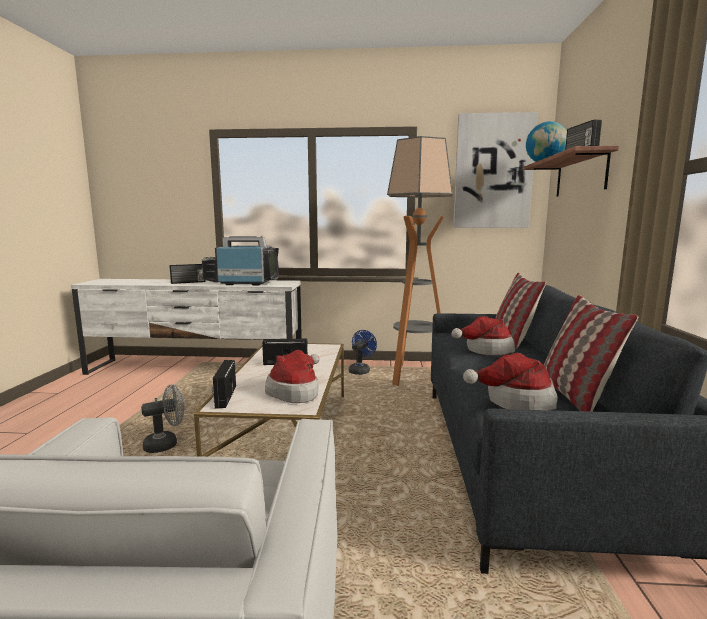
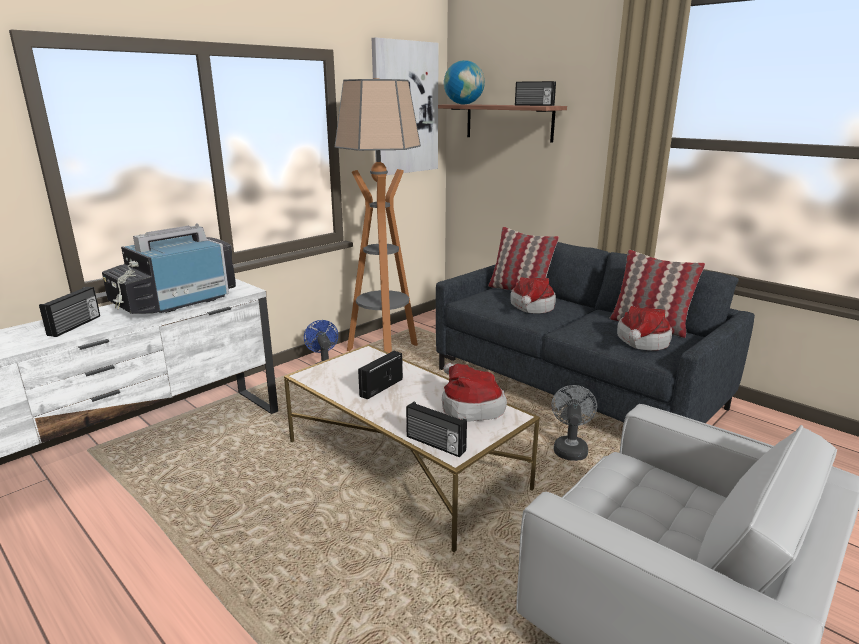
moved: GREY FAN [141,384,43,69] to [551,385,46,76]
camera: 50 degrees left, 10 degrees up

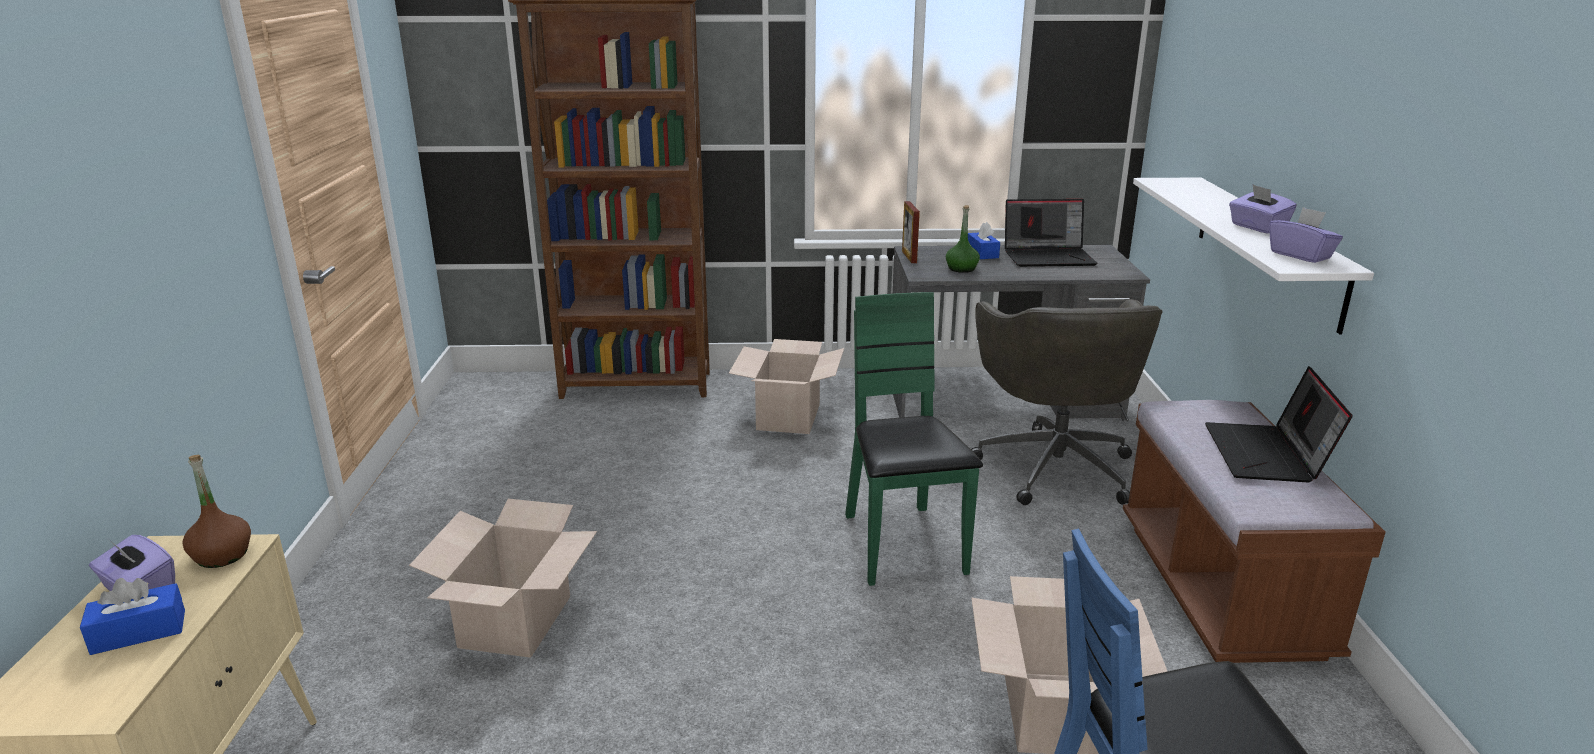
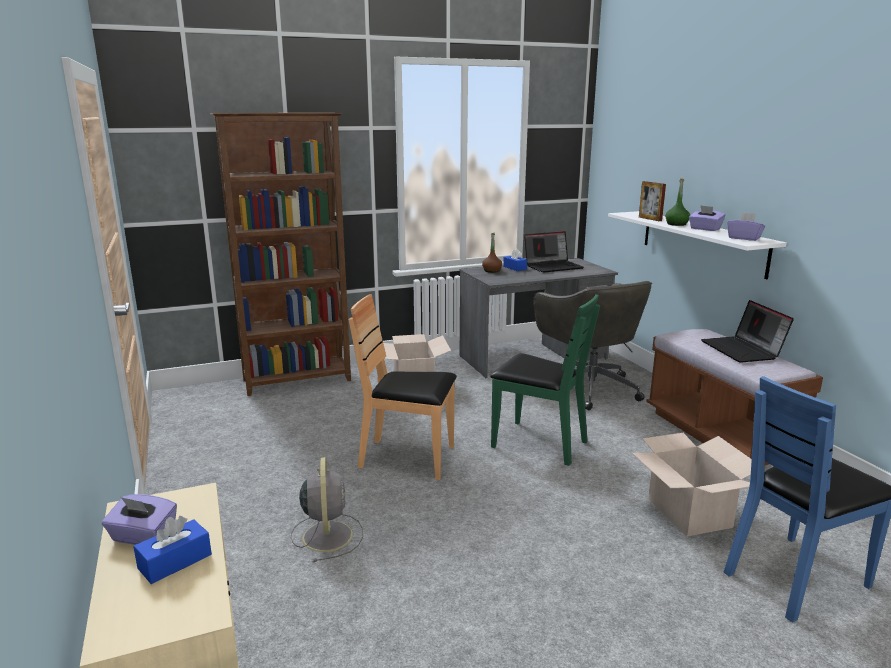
added: BROWN CHAIR [349,294,108,186]
moved: BROWN BOTTLE [182,455,69,113] to [482,233,20,40]; PICTURE FRAME [902,201,18,62] to [639,181,27,40]; GREEN BOTTLE [946,205,34,68] to [665,178,25,48]
replaced: CARDBOARD BOX [409,499,188,159] to GREY FAN [291,457,72,105]
turned: GREEN CHAIR [845,292,138,294] = [490,294,110,172] 150 degrees clockwise
camera: 20 degrees left, 5 degrees down

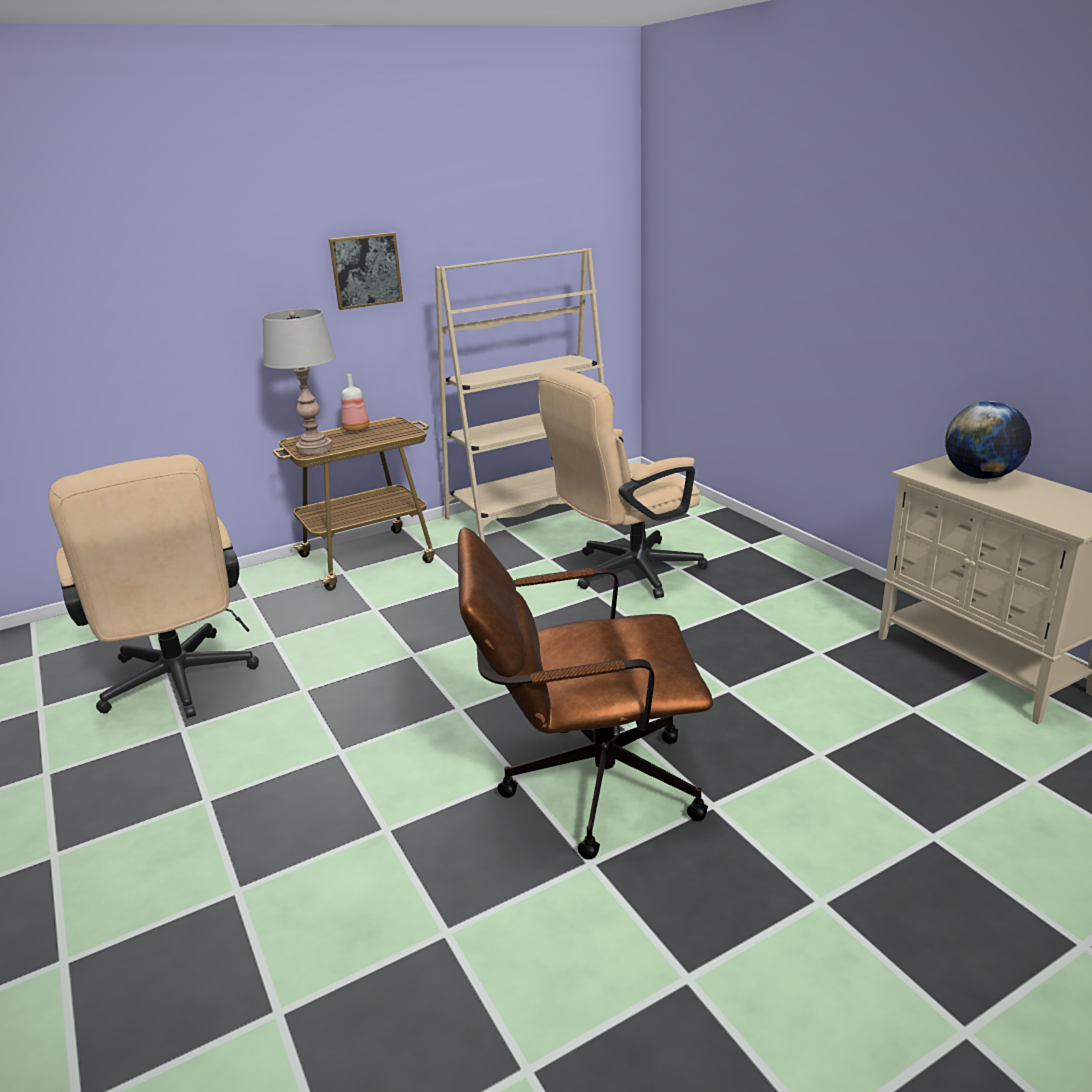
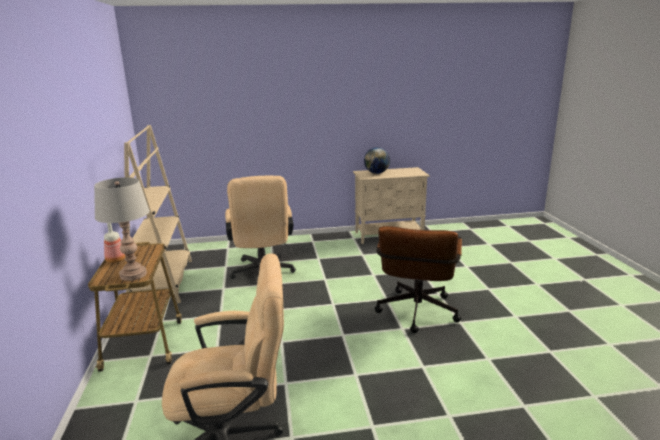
removed: PICTURE [329,232,74,78]
camera: 70 degrees left, 5 degrees down

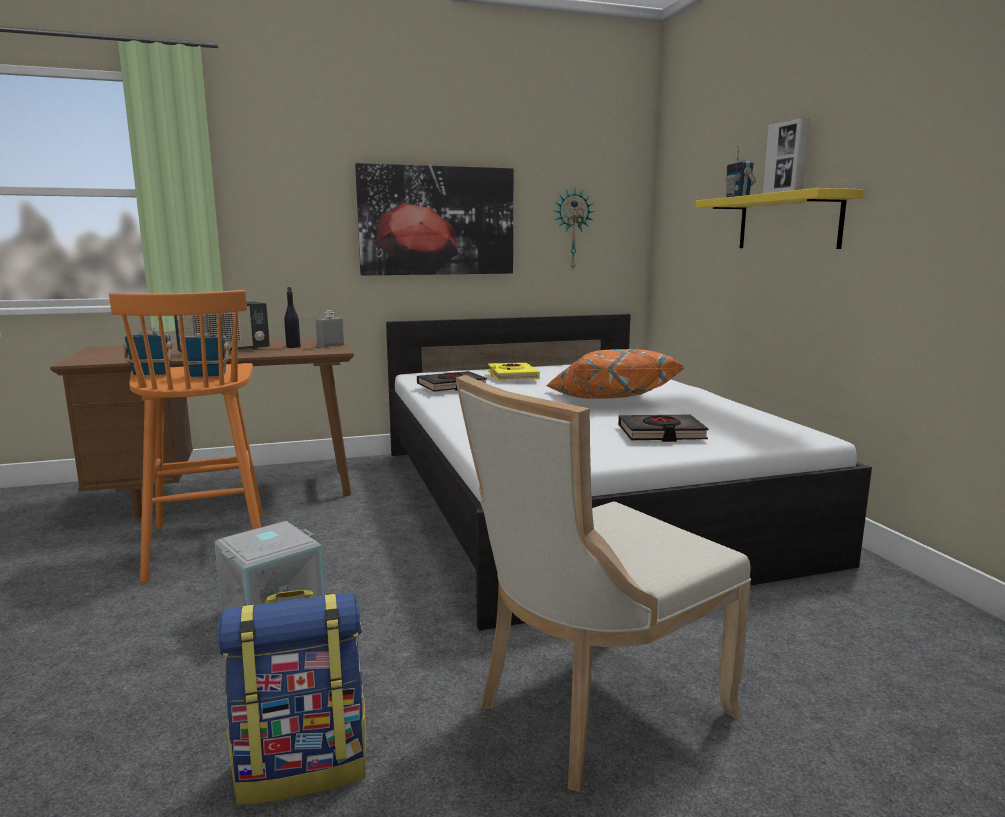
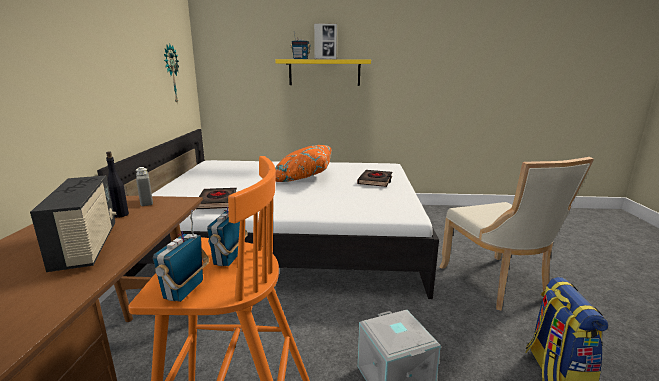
removed: PICTURE [355,163,158,112]; YELLOW BOOK [488,363,52,18]
camera: 70 degrees left, 5 degrees up

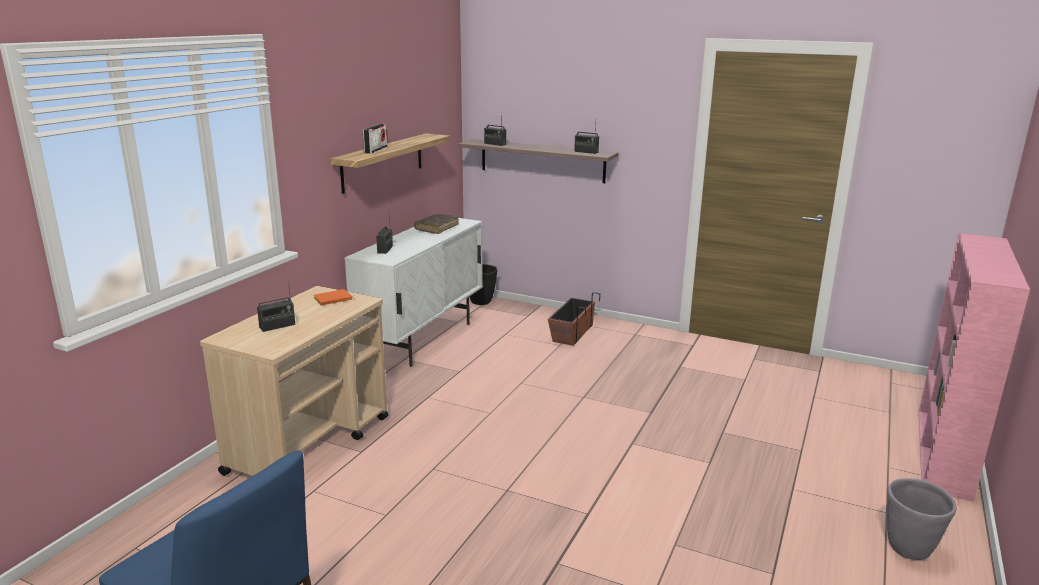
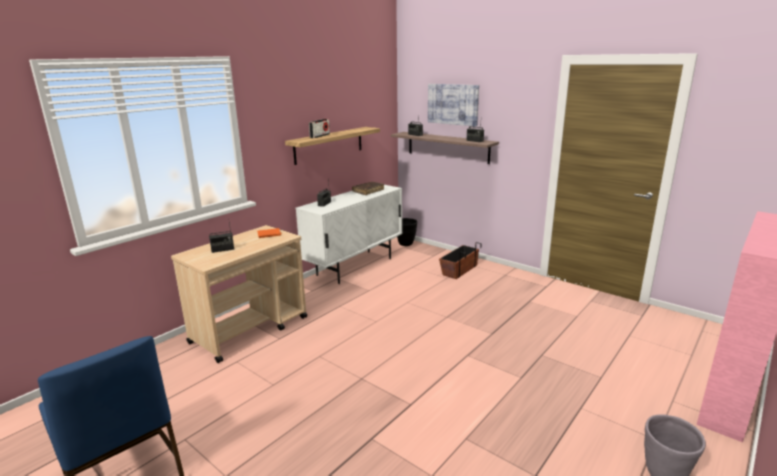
added: PICTURE [428,84,51,43]
camera: 15 degrees right, 0 degrees up

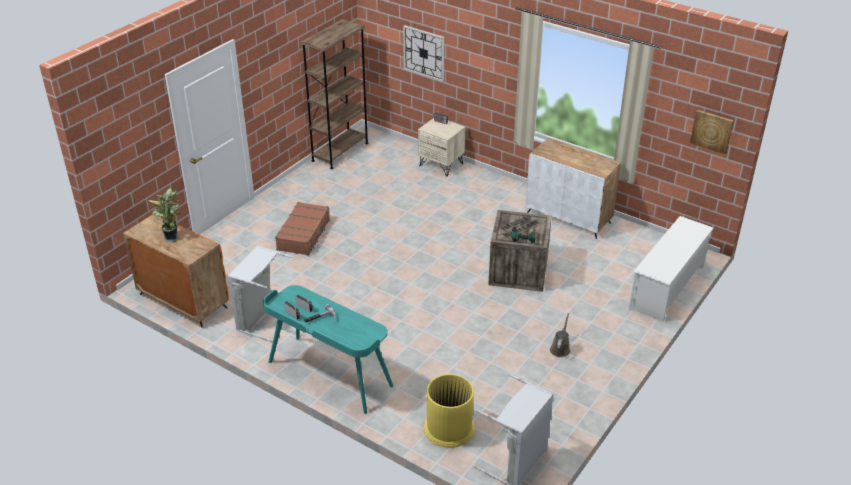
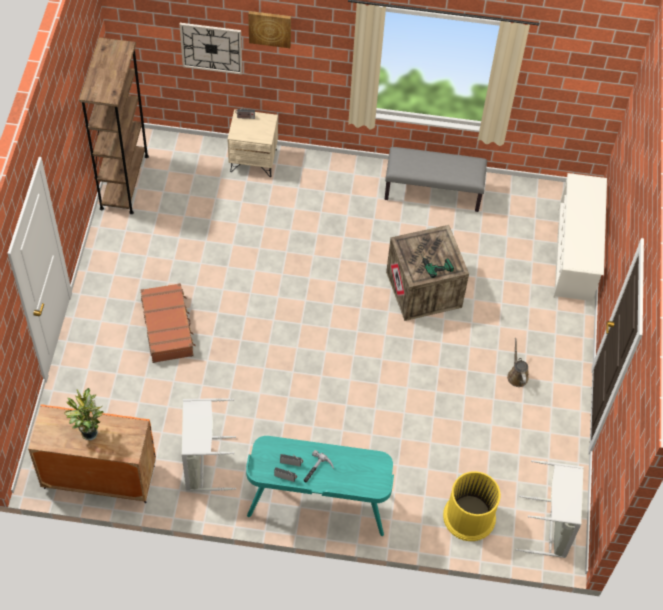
moved: PICTURE [690,110,44,44] to [248,11,43,37]
replaced: WHITE CABINET [526,138,95,101] to GREY BENCH [385,147,102,65]
camera: 30 degrees left, 20 degrees up

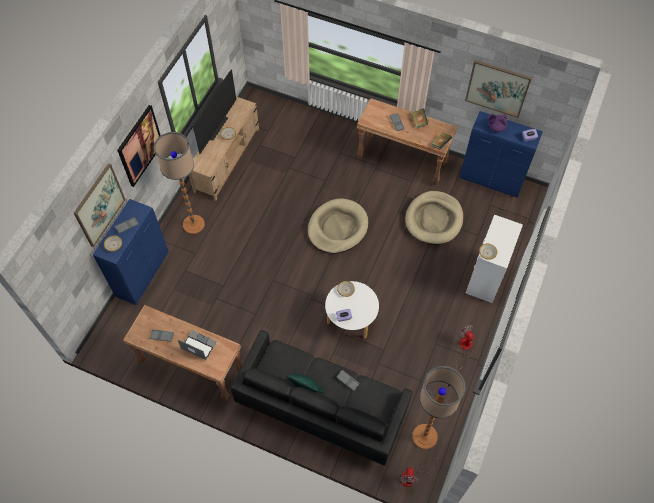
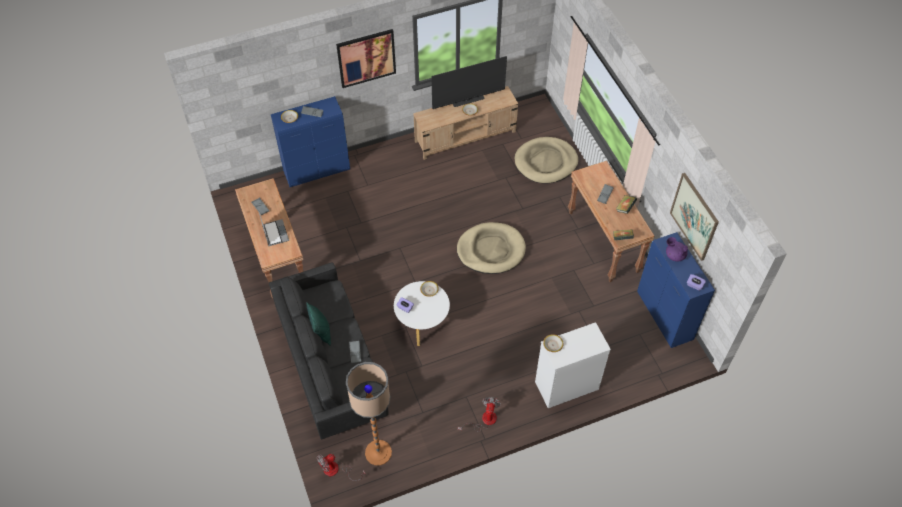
removed: PICTURE [74,163,52,84]; FLOOR LAMP [154,132,51,102]
moved: BEIGE DOG BED [405,191,58,53] to [515,137,63,47]
camera: 45 degrees right, 5 degrees down

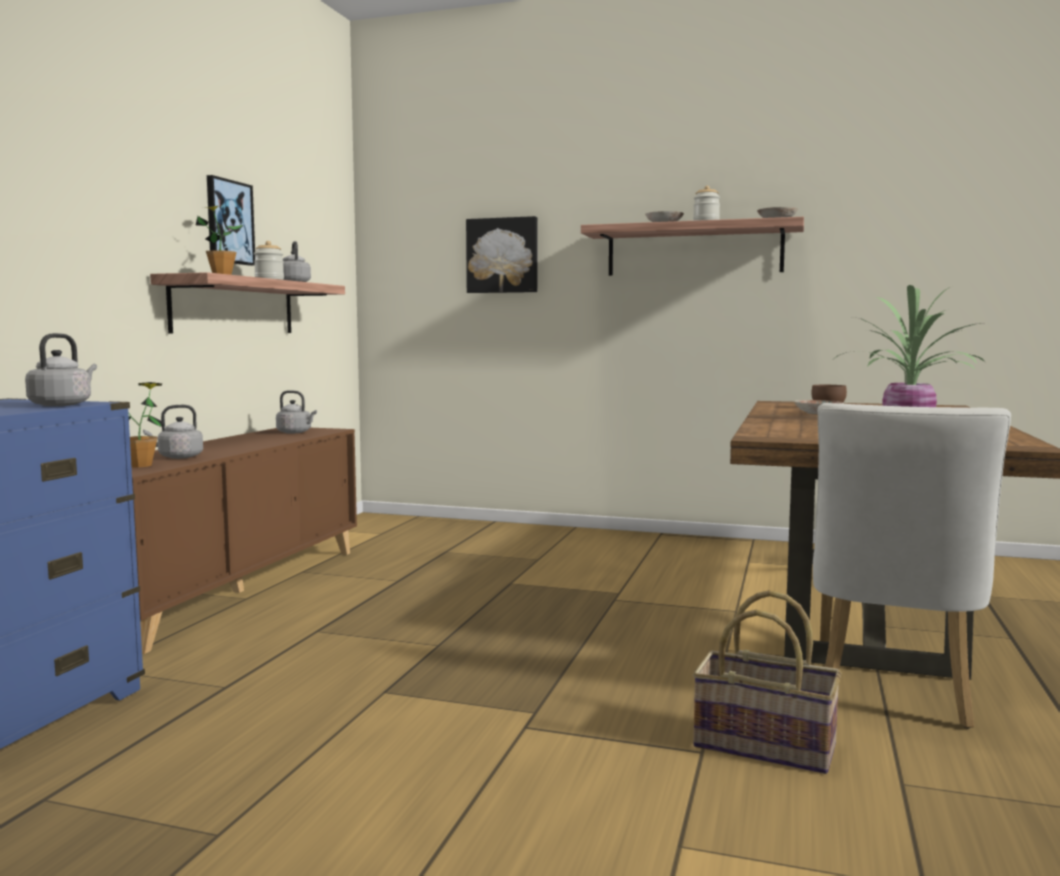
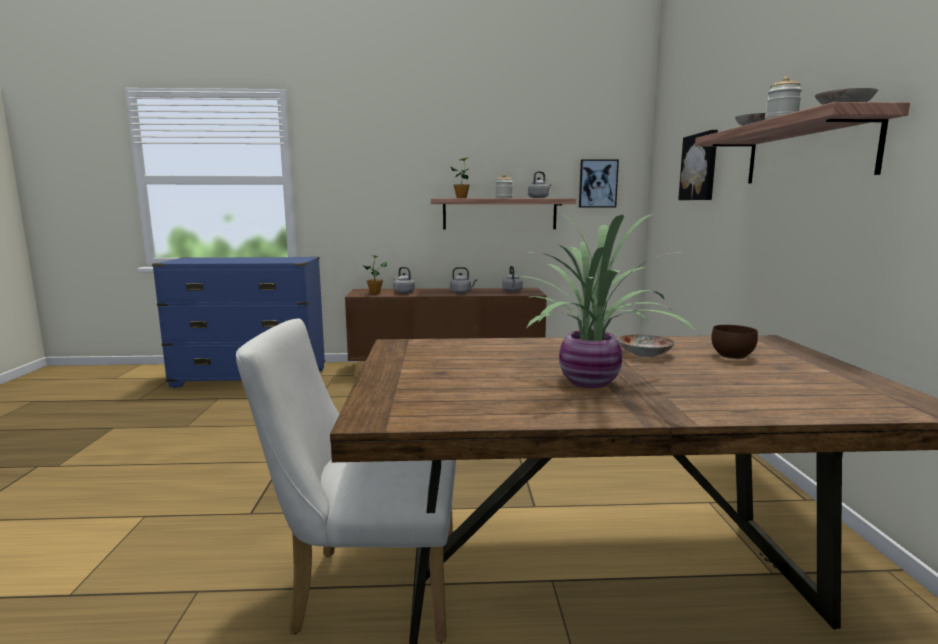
removed: BASKET [693,590,149,184]
moved: GREY KETTLE [25,333,72,73] to [450,267,27,27]; PICTURE [207,175,48,91] to [579,159,40,49]
camera: 70 degrees right, 5 degrees up

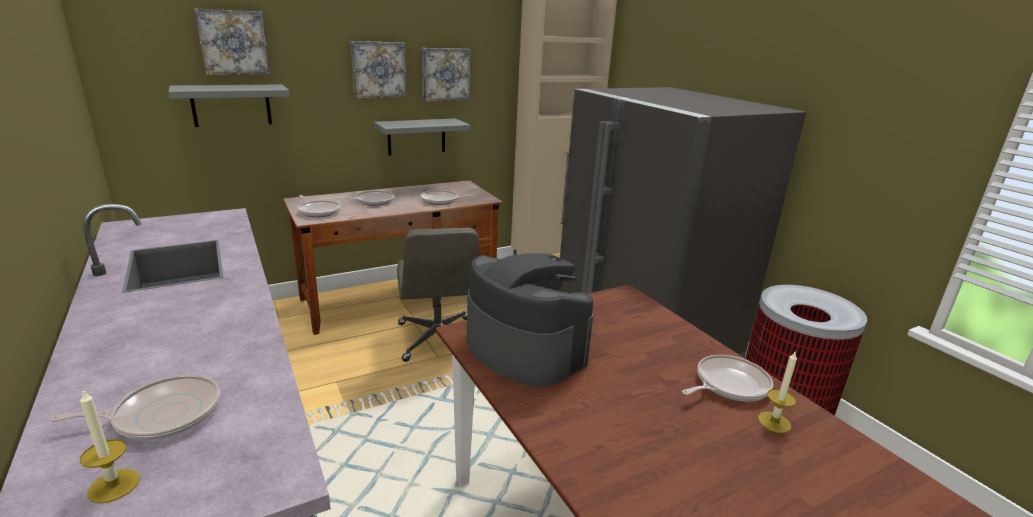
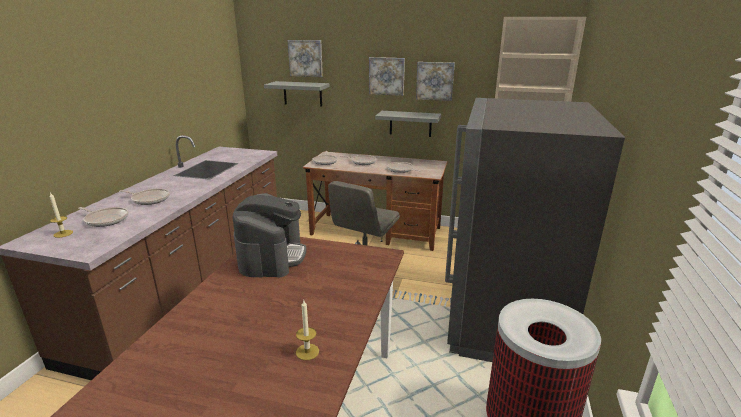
moved: FRYING PAN [682,355,91,47] to [119,189,51,16]
camera: 45 degrees right, 0 degrees up

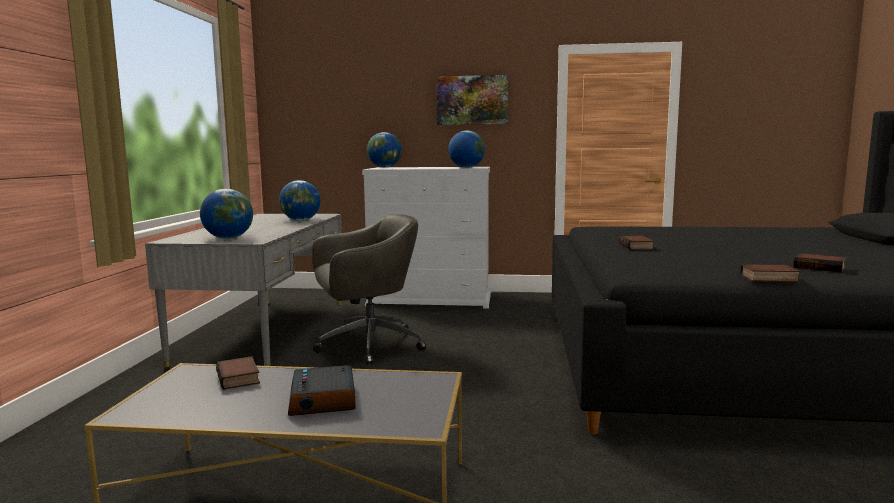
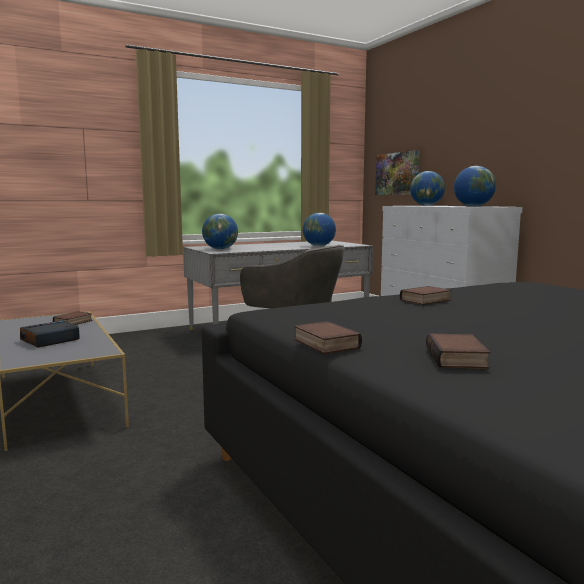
moved: PICTURE [437,75,71,50] to [375,150,44,45]
camera: 55 degrees right, 0 degrees up

